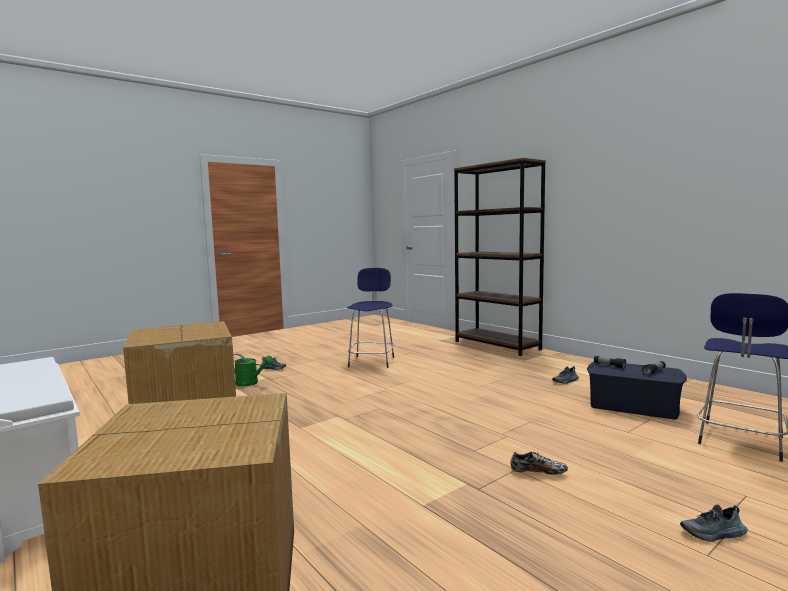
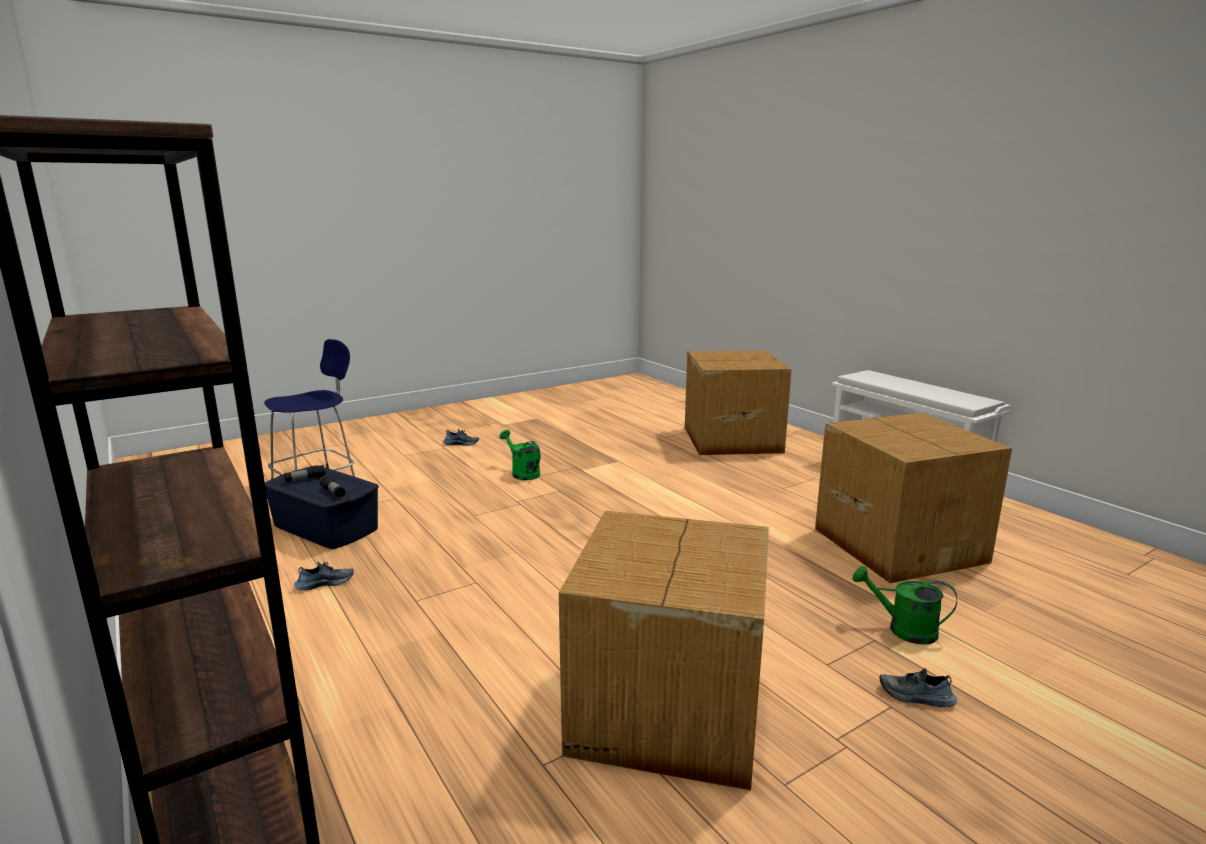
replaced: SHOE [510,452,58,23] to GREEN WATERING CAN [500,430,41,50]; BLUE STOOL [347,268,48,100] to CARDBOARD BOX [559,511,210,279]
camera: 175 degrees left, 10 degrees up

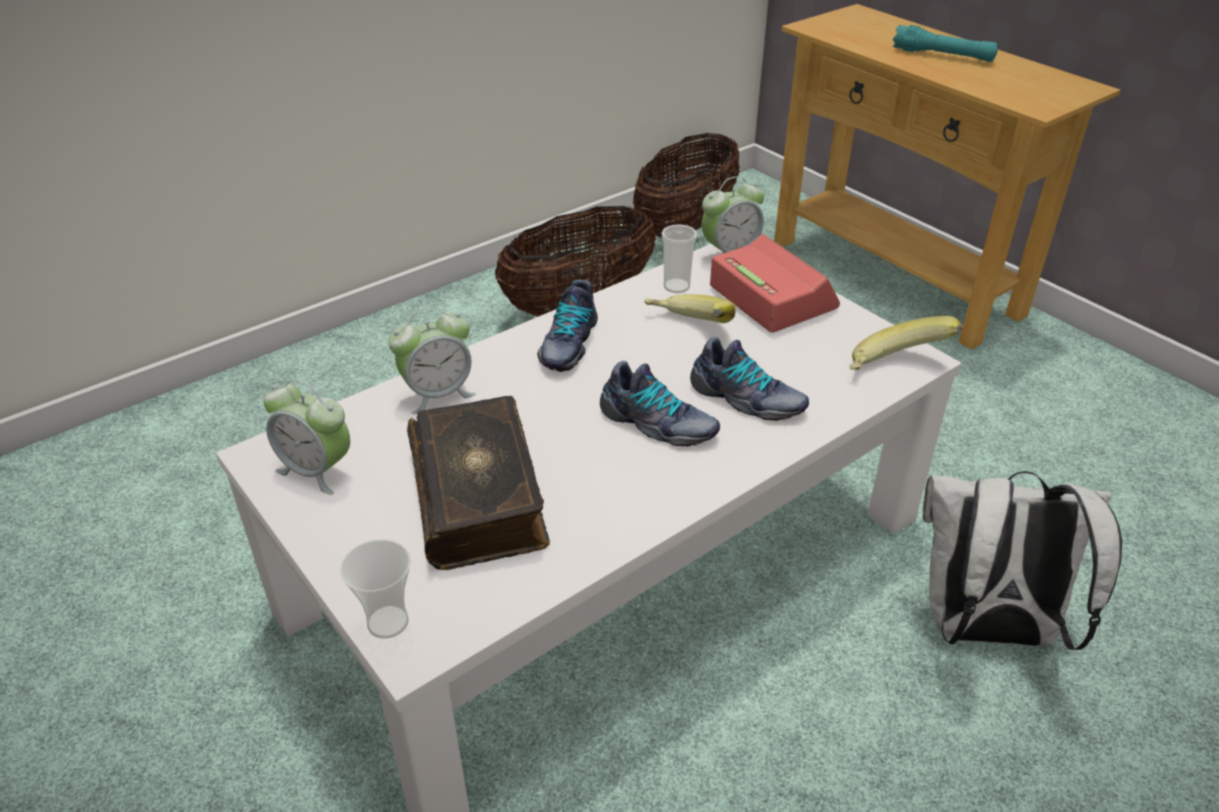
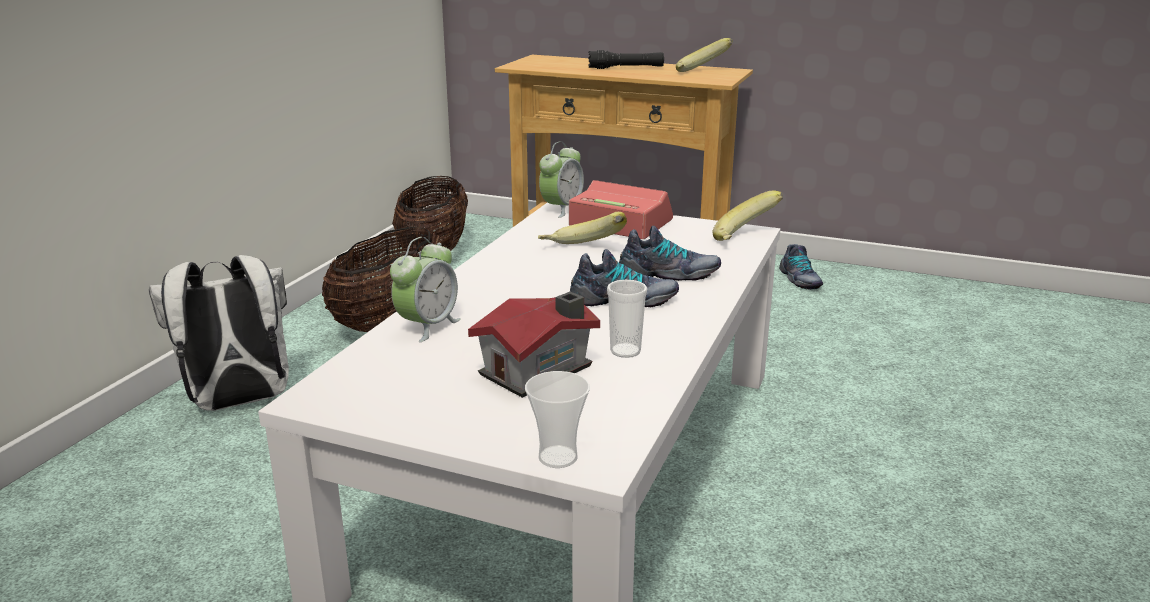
removed: ALARM CLOCK [264,379,86,116]
added: BANANA [676,38,57,34]
moved: WHITE BACKPACK [923,471,199,179] to [149,255,140,156]; CUP [661,224,36,69] to [607,280,40,78]; SHOE [537,280,61,92] to [779,244,44,46]
replaced: BOOK [407,396,143,174] to TOY HOUSE [468,292,132,106]
recoloured: TURQUOISE FLASHLIGHT [893,25,105,37] to BLACK FLASHLIGHT [588,50,76,19]
camera: 30 degrees left, 15 degrees down

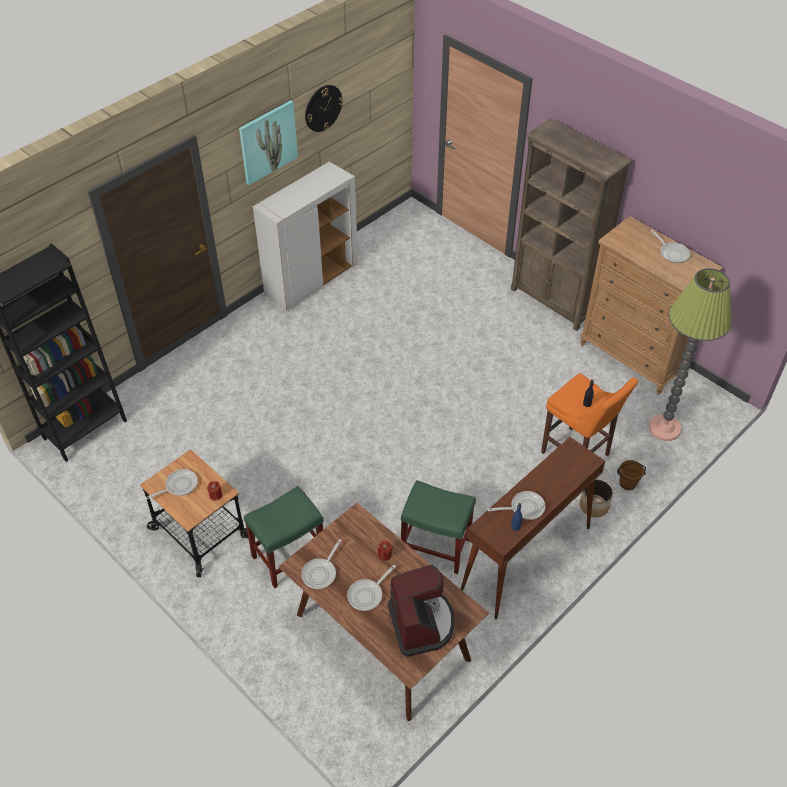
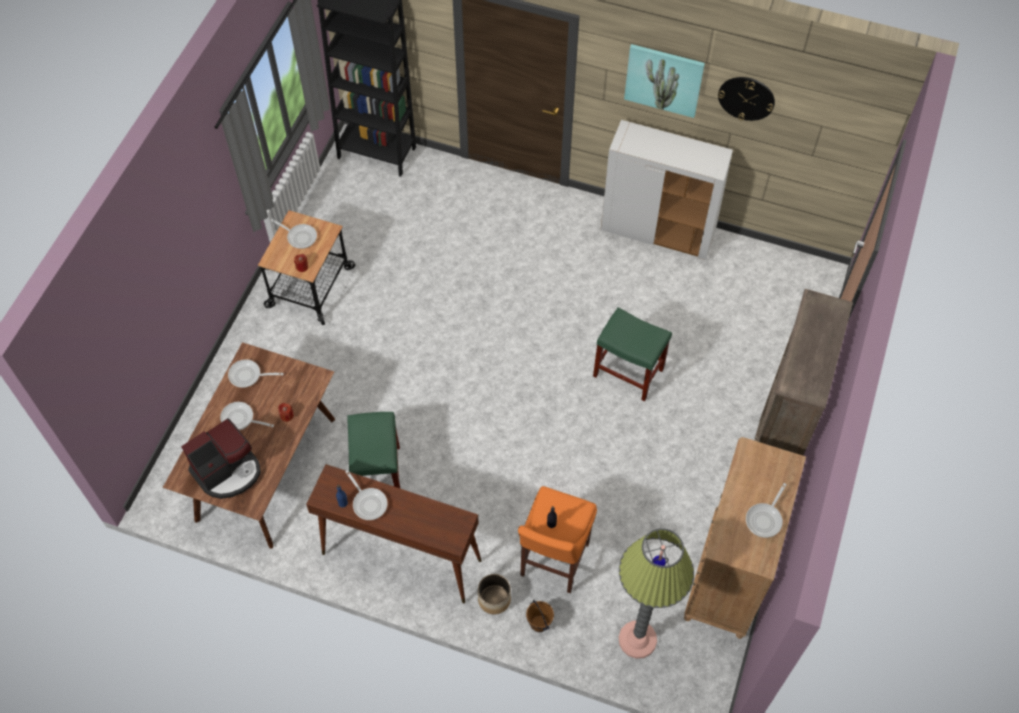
moved: GREEN STOOL [244,486,79,102] to [593,307,79,94]
camera: 65 degrees right, 10 degrees up

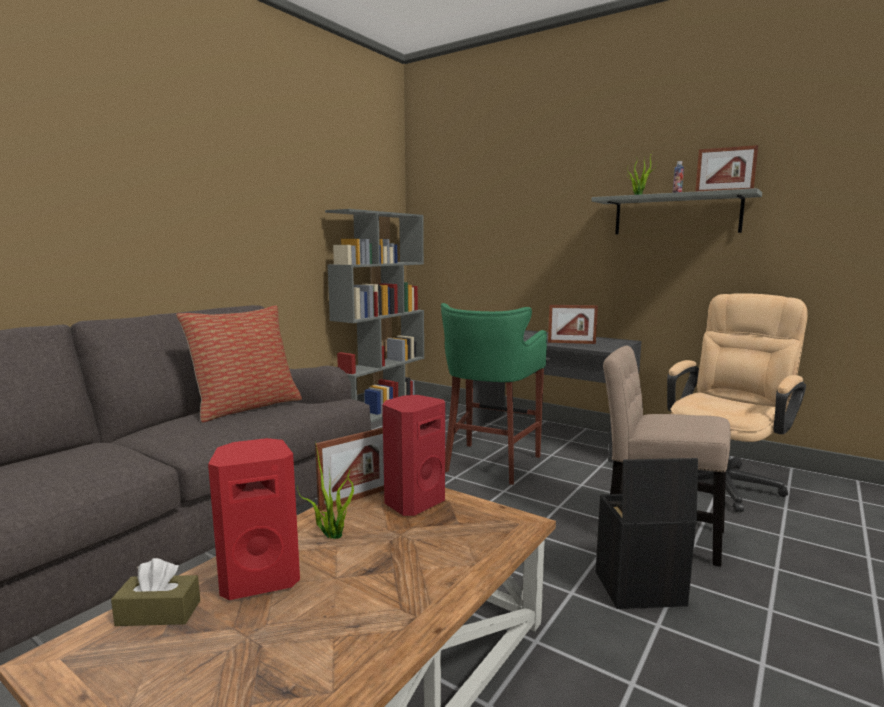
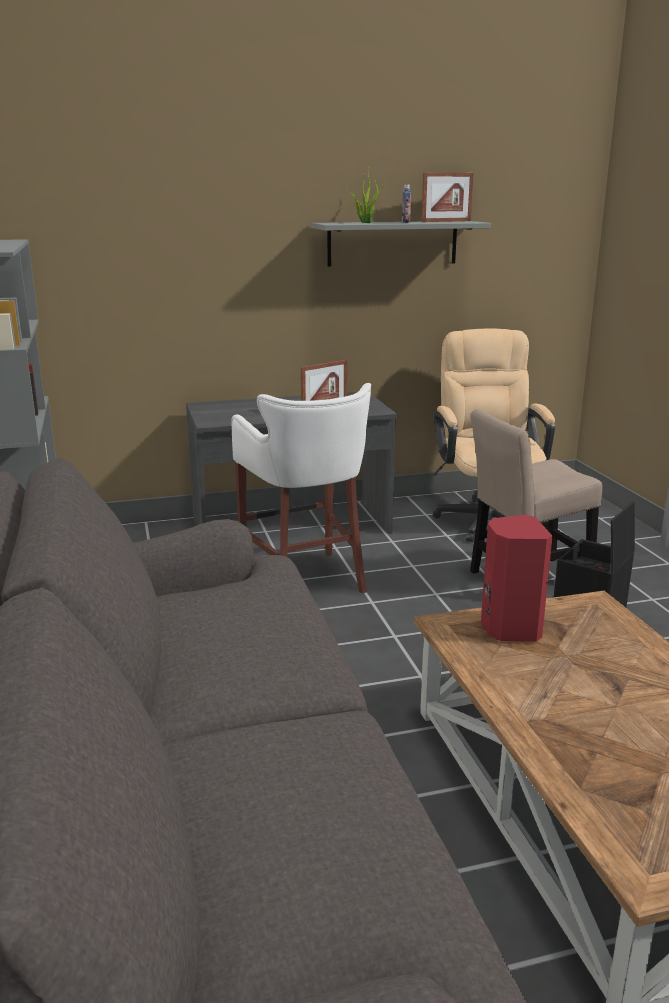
removed: BROWN TISSUE BOX [111,558,89,68]; PILLOW [176,306,126,117]; RED SPEAKER [208,438,92,162]; POTTED PLANT [297,441,57,98]; PICTURE FRAME [315,427,69,84]
recoloured: GREEN STOOL [441,303,106,182] to WHITE STOOL [231,383,140,211]
camera: 50 degrees left, 10 degrees up

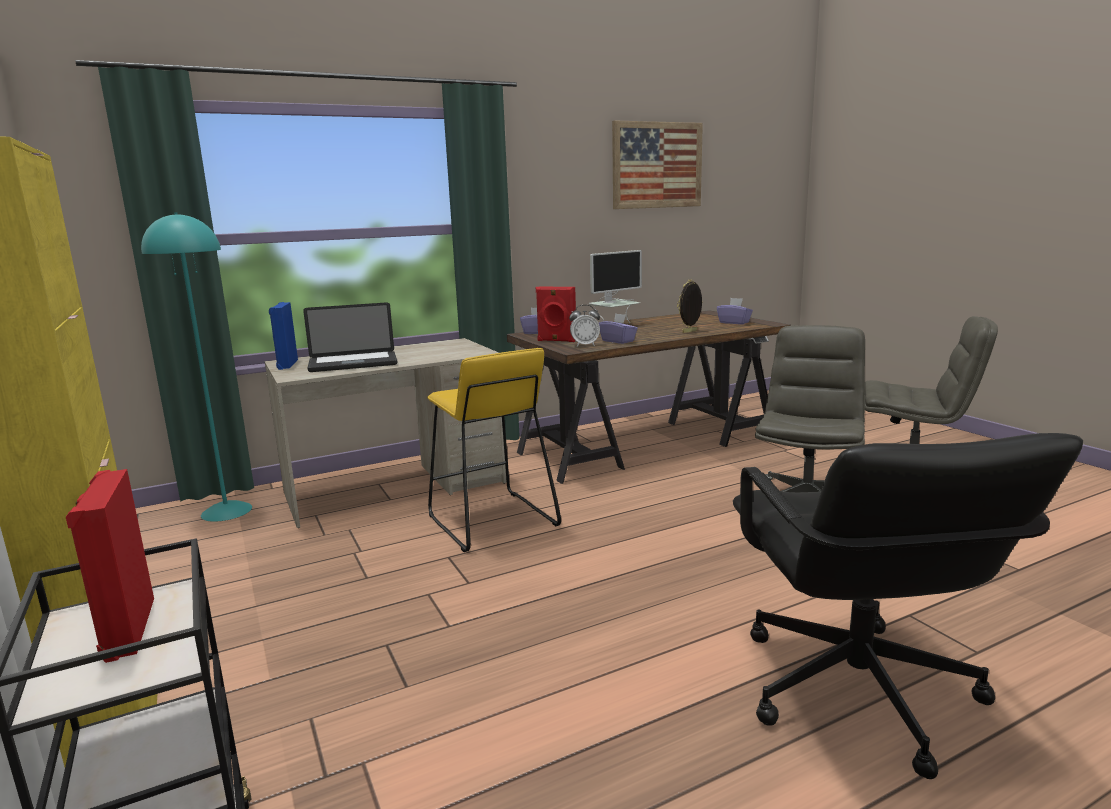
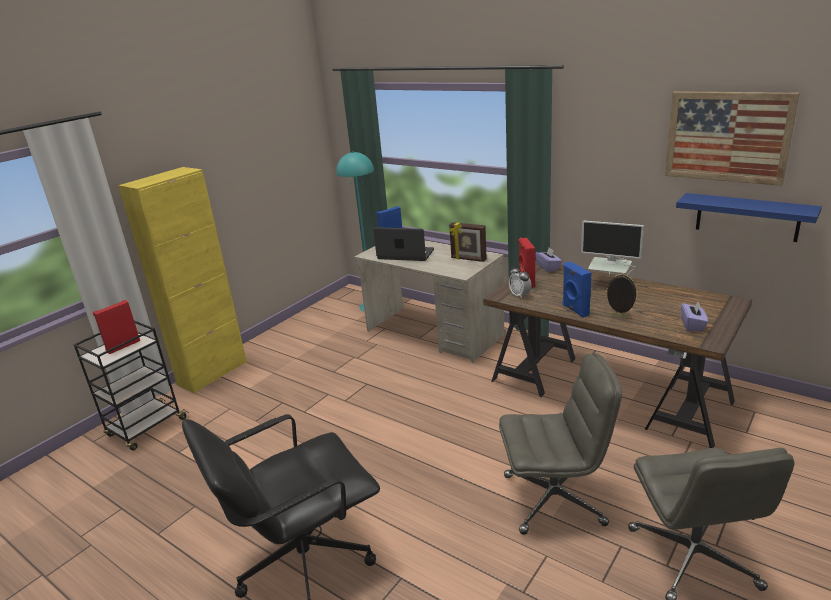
removed: YELLOW STOOL [427,348,134,204]; PURPLE TISSUE BOX [599,313,39,31]
added: PICTURE FRAME [449,222,38,40]; BLUE SPEAKER [563,262,28,56]; BLUE SHELF [676,193,146,49]
turned: LAPTOP [303,302,94,70] = [373,227,61,34] 150 degrees clockwise
camera: 65 degrees right, 10 degrees up

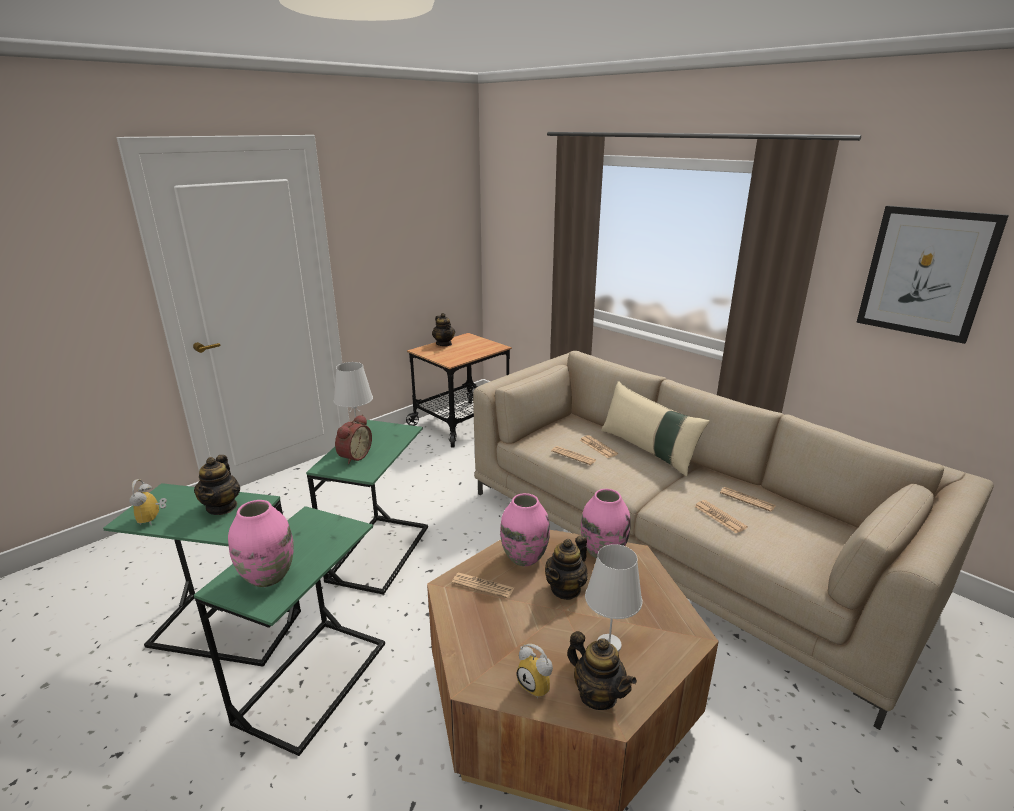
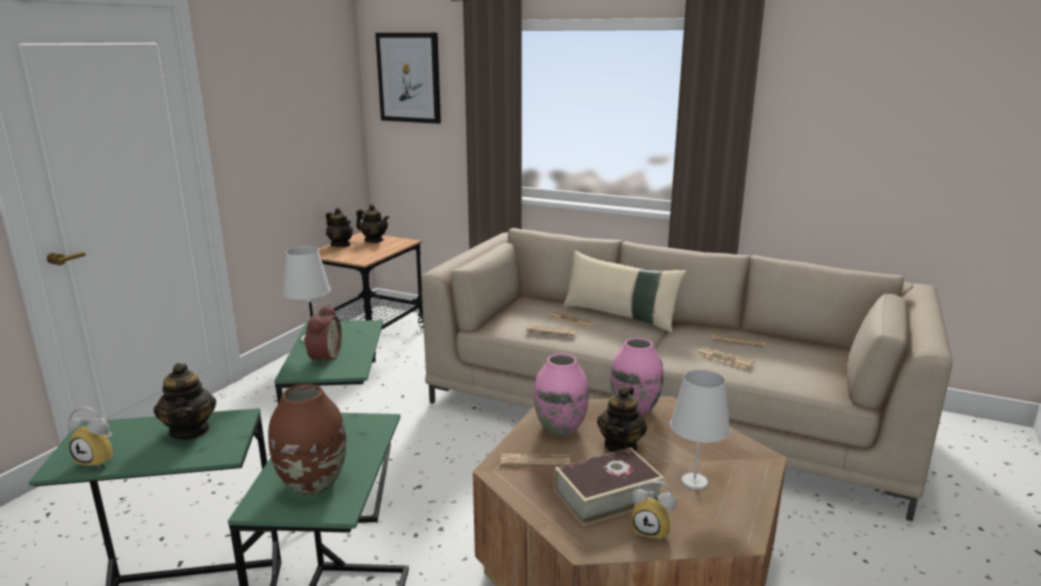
added: BOOK [554,447,110,79]
moved: TEAPOT [567,631,70,79] to [356,204,33,38]; PICTURE [856,205,153,139] to [375,33,66,91]
recoloured: PINK VASE [228,500,66,87] to BROWN VASE [268,384,78,111]
turned: ALARM CLOCK [129,479,38,47] = [68,406,46,63] 45 degrees counterclockwise
camera: 20 degrees left, 5 degrees down

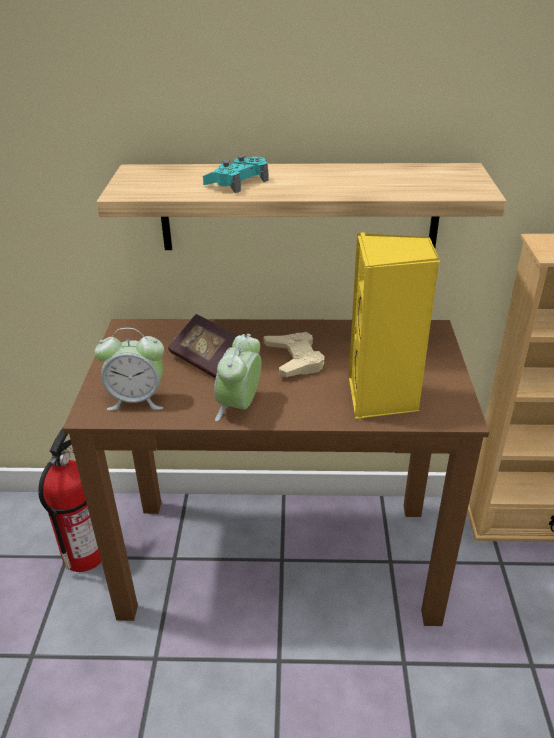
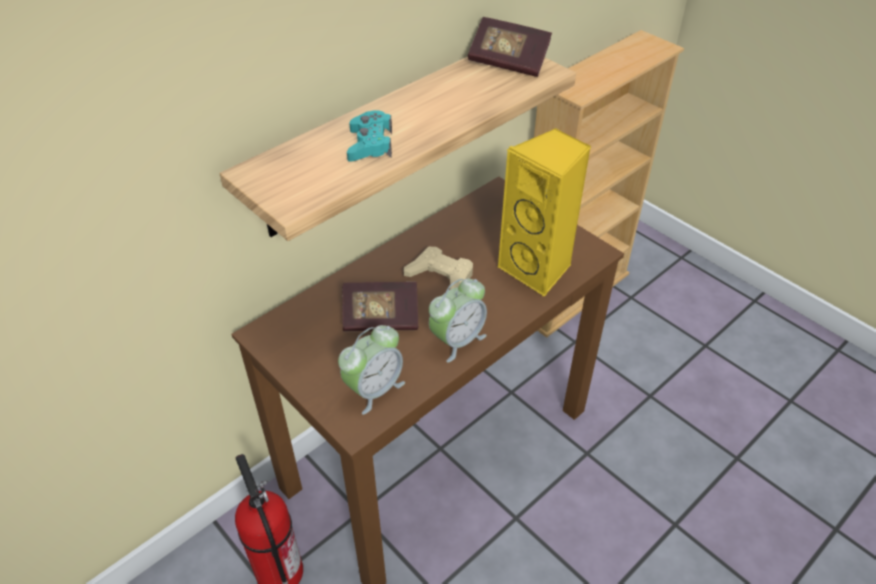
added: BOOK [468,17,84,60]
turned: ALARM CLOCK [214,334,48,87] = [429,279,58,84] 105 degrees counterclockwise
camera: 45 degrees left, 10 degrees up

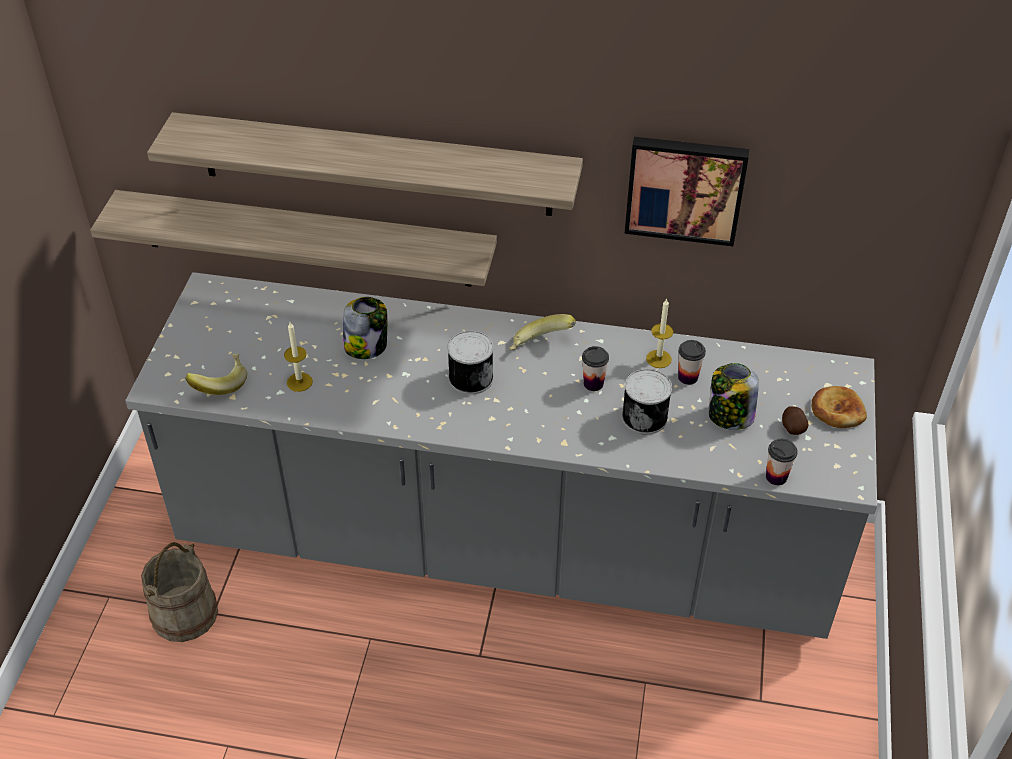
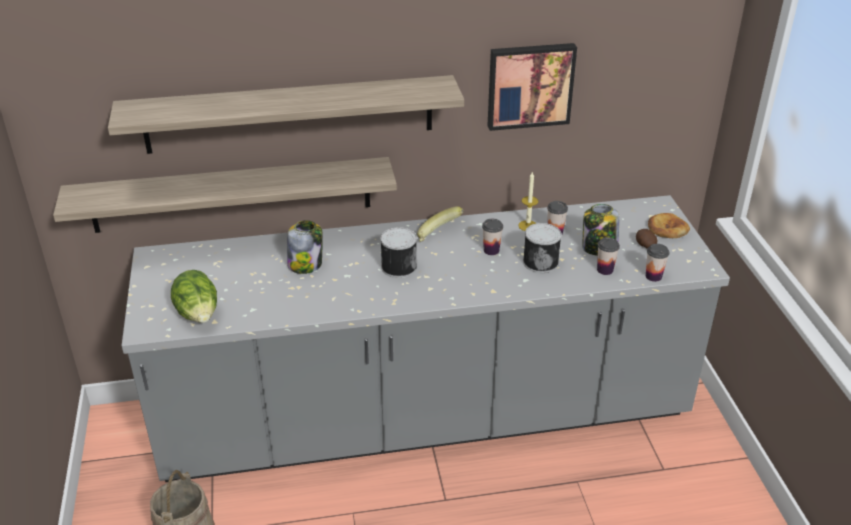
removed: CANDLE [284,322,29,70]
added: CUP [597,237,23,38]
replaced: BANANA [185,354,62,41] to LETTUCE [171,270,46,53]
camera: 20 degrees left, 10 degrees down

